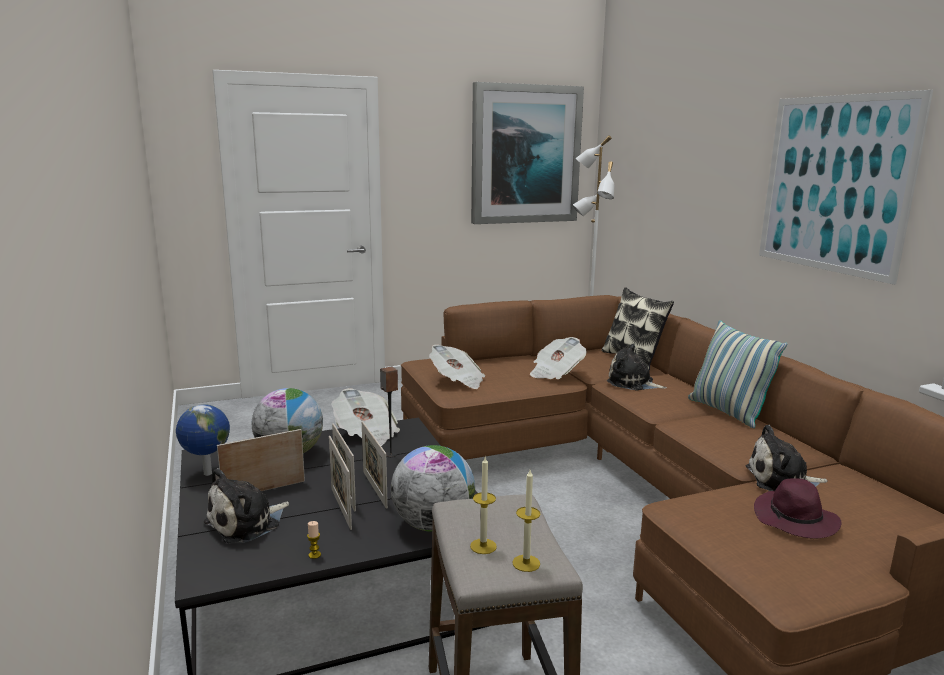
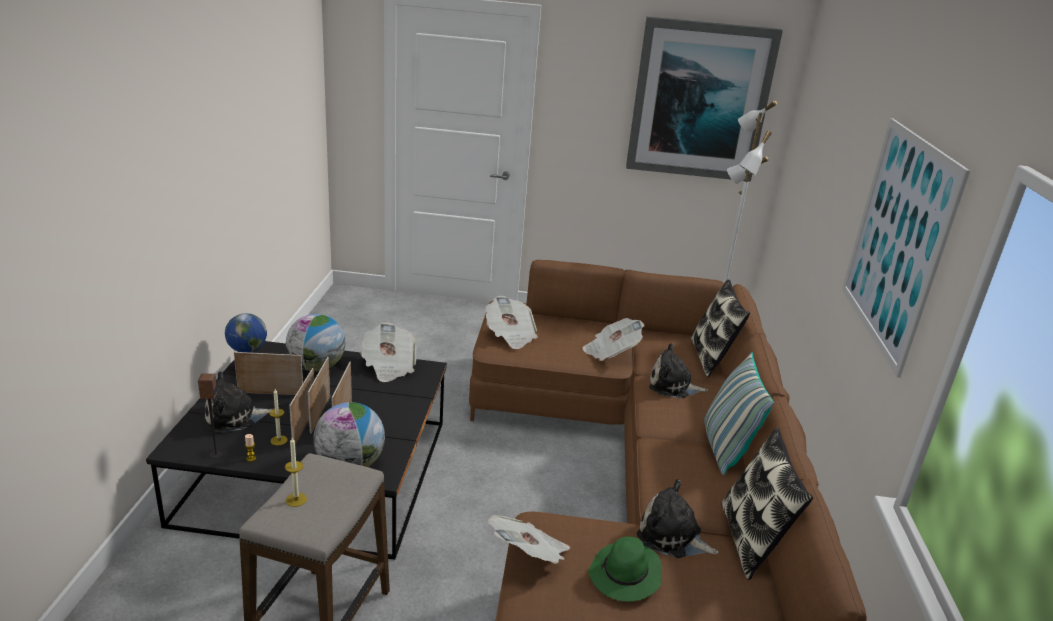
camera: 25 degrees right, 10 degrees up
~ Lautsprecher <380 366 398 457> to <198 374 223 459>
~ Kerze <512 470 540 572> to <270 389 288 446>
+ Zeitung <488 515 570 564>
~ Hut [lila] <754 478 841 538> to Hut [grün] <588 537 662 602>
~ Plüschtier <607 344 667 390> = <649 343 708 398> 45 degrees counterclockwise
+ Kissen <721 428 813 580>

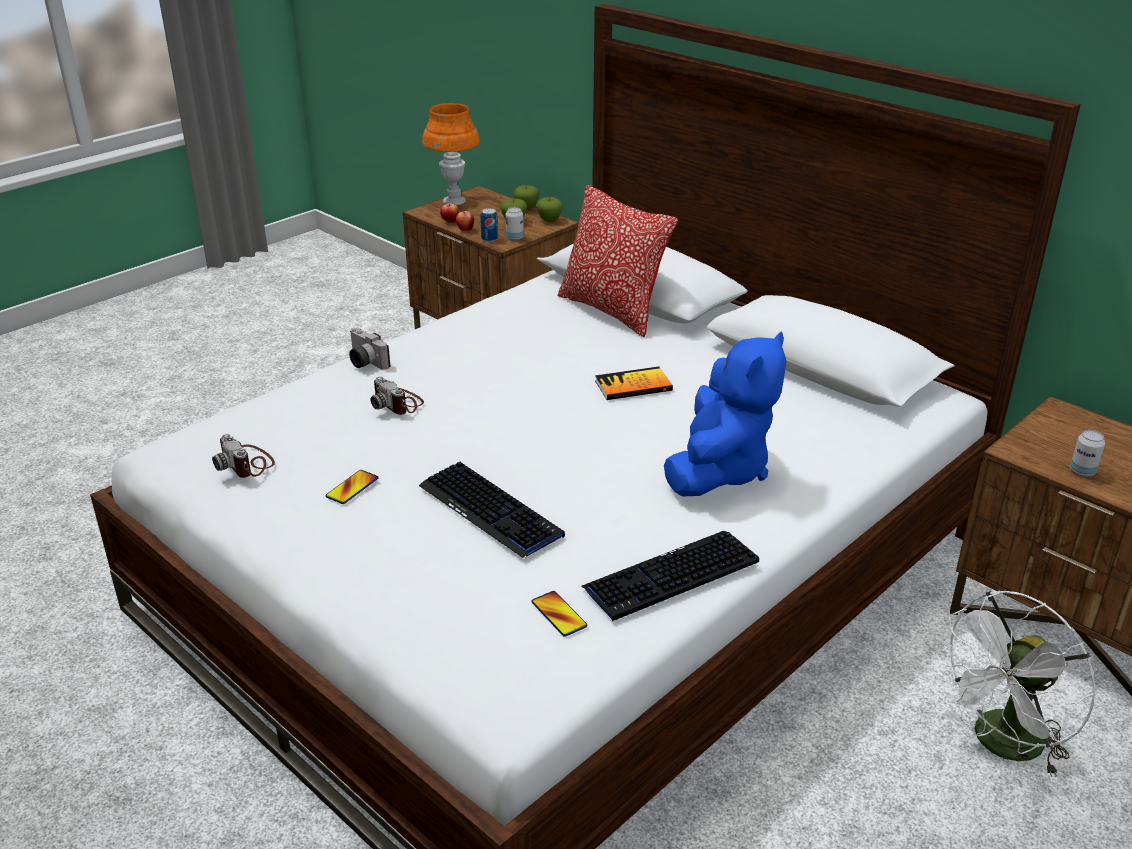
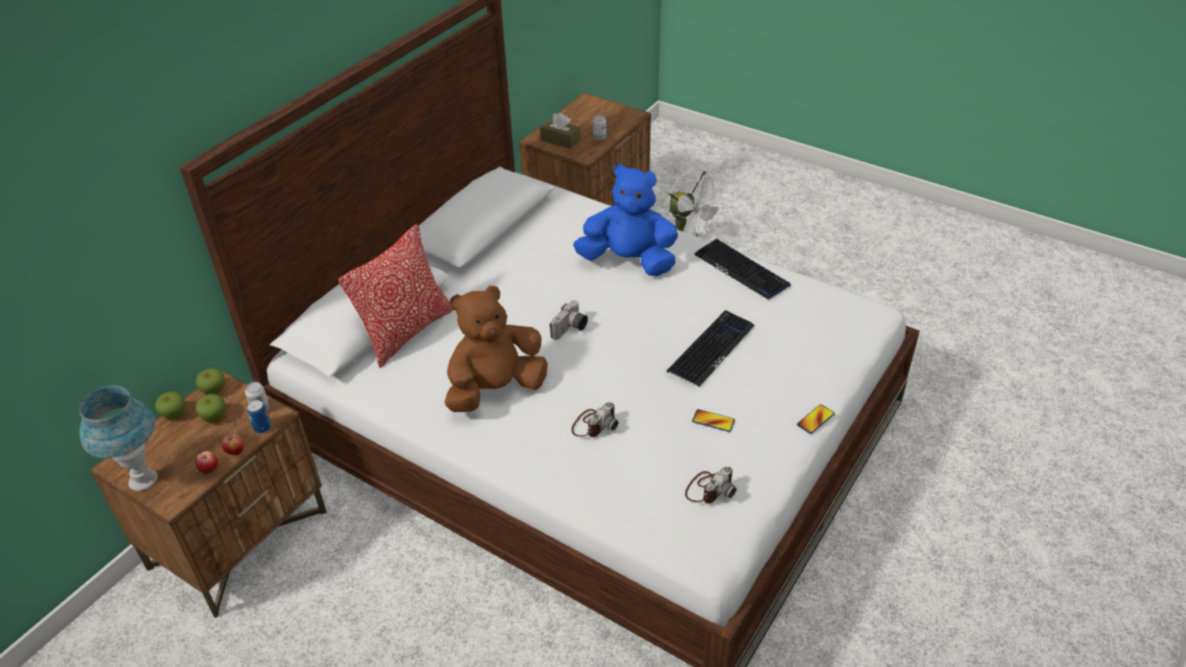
camera: 100 degrees left, 10 degrees up
~ Tischlampe [orange] <422 103 480 205> to Tischlampe [blau] <79 386 158 491>
+ Plüschtier [braun] <444 286 548 412>
+ Taschentuchbox [braun] <540 113 580 149>
~ Kamera <349 328 390 370> to <550 300 588 340>
~ Handy <531 591 587 637> to <797 404 835 434>
- Buch <595 367 673 400>

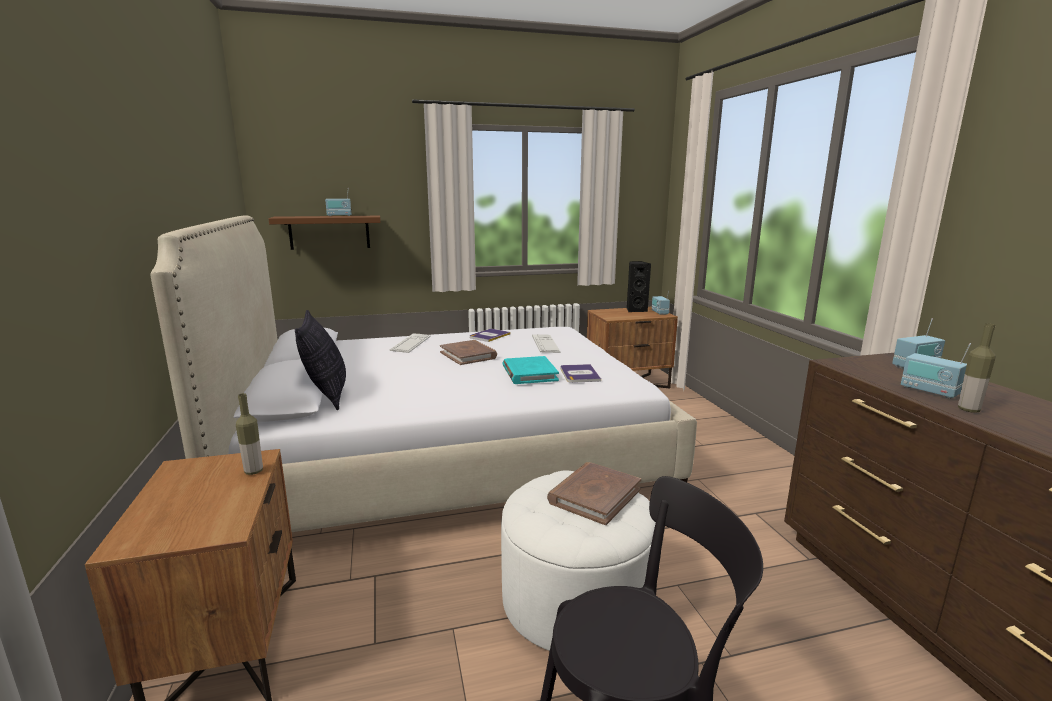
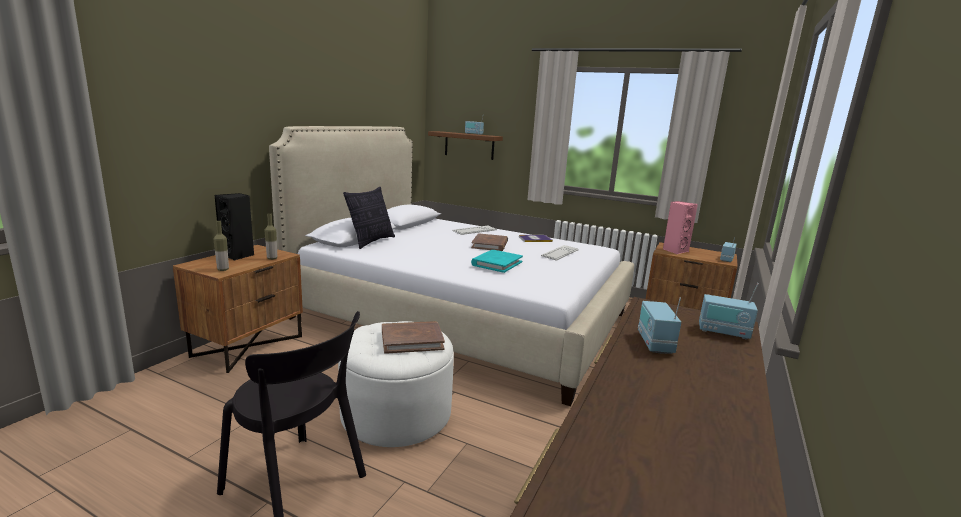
camera: 40 degrees right, 0 degrees up
~ Flasche <958 323 996 413> to <214 221 229 271>
~ Lautsprecher [schwarz] <627 261 651 312> to <215 193 254 261>
+ Lautsprecher [rosa] <663 201 698 255>
- Buch <561 364 601 383>

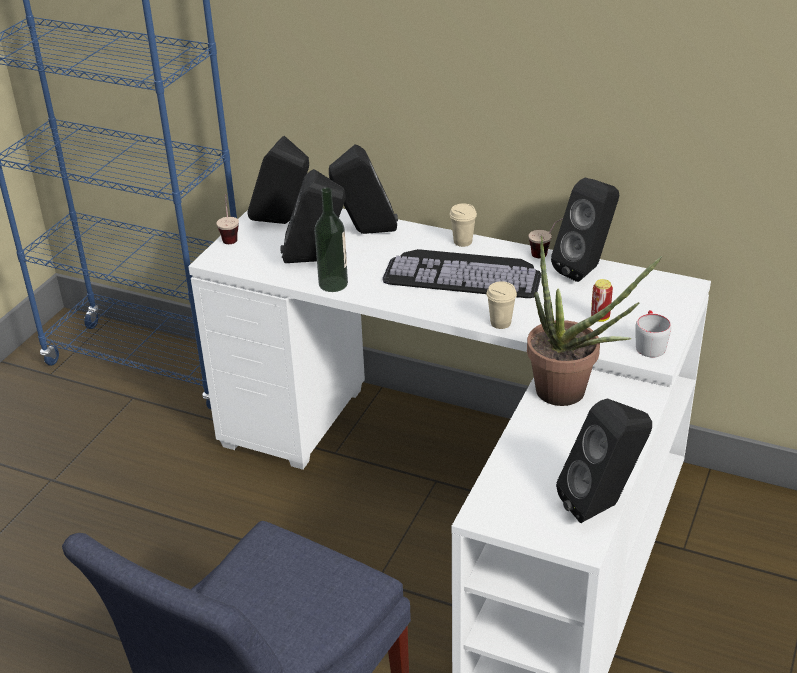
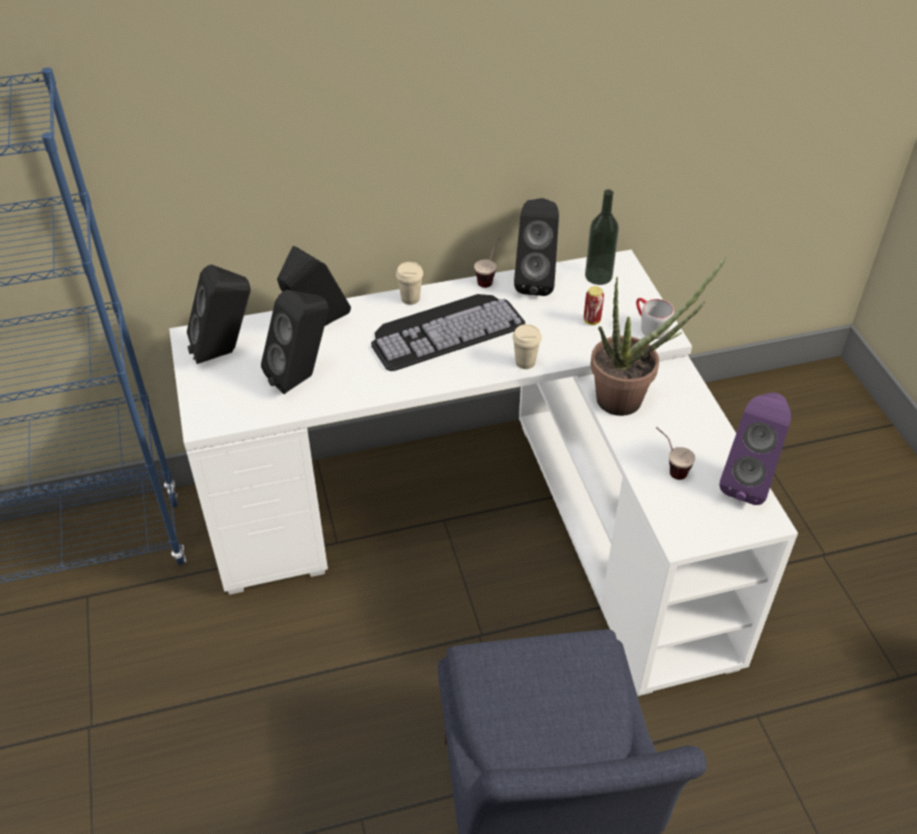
camera: 40 degrees left, 10 degrees up
~ Flasche <314 188 348 292> to <585 189 619 285>
~ Tasse <216 194 239 244> to <656 427 695 480>
~ Lautsprecher [schwarz] <556 398 652 523> to Lautsprecher [lila] <719 393 791 505>

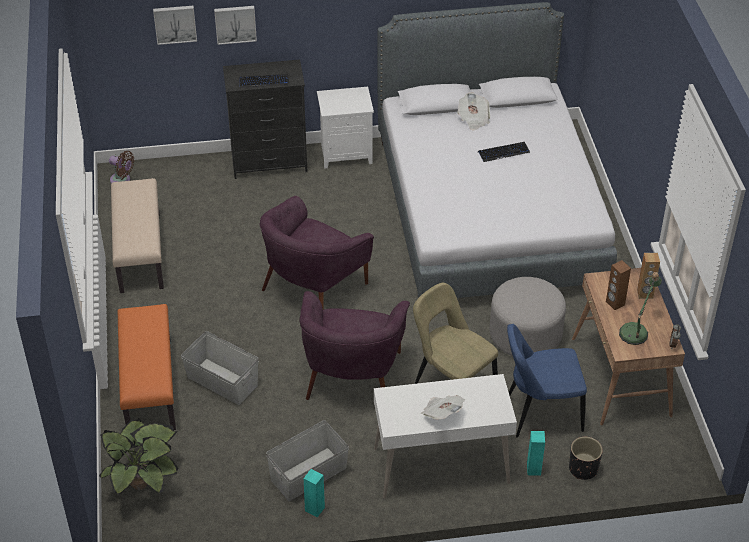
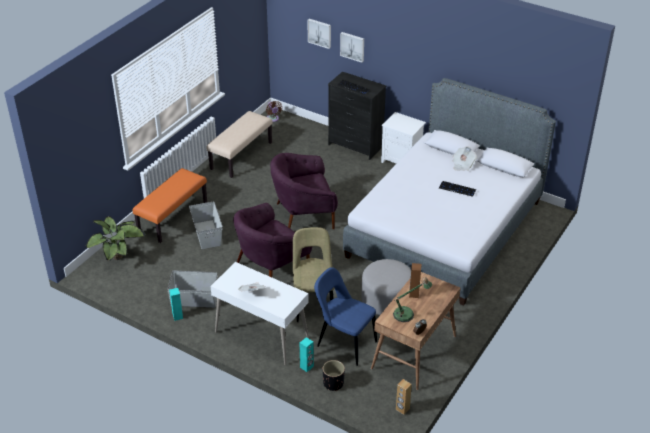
camera: 40 degrees right, 5 degrees down
~ Lautsprecher [braun] <637 253 660 299> to <396 379 412 415>

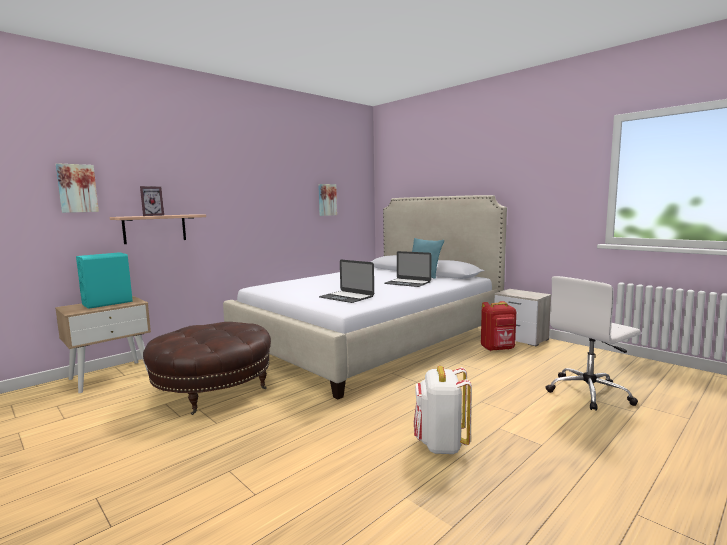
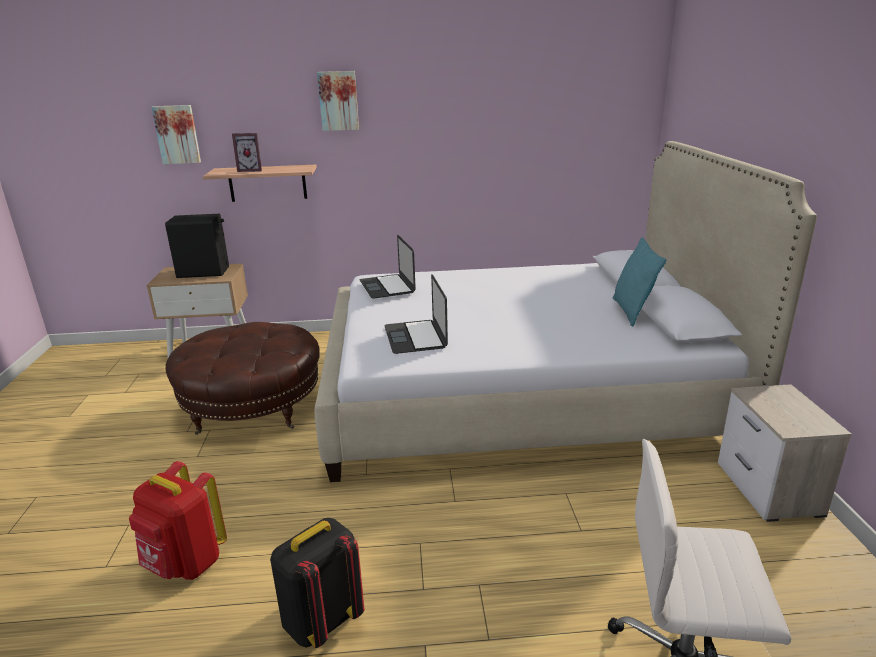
camera: 40 degrees right, 15 degrees up
~ Rucksack [rot] <481 301 516 351> to <129 461 227 580>
~ Lautsprecher [türkis] <76 252 133 309> to Lautsprecher [schwarz] <165 214 229 278>
~ Rucksack [weiß] <414 366 472 454> to Rucksack [schwarz] <270 518 365 648>
~ Bild <318 184 337 216> to <317 71 359 131>
~ Laptop <384 251 431 287> to <360 235 416 299>

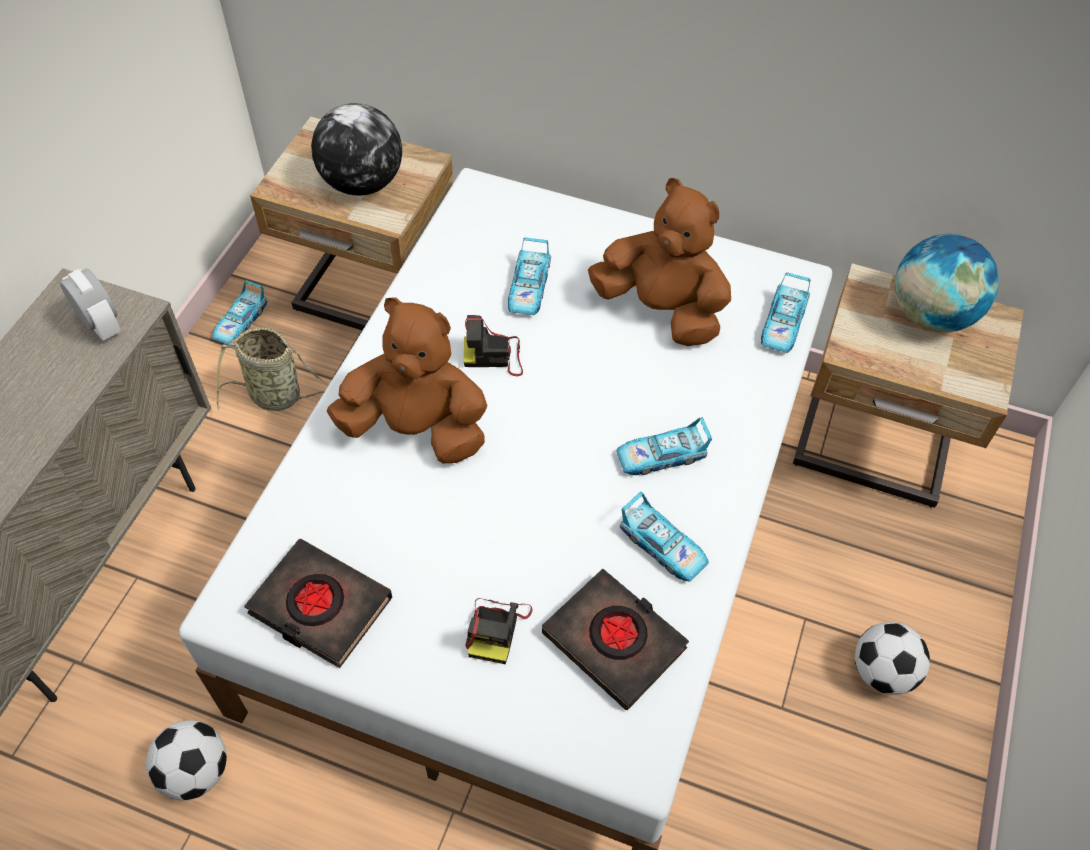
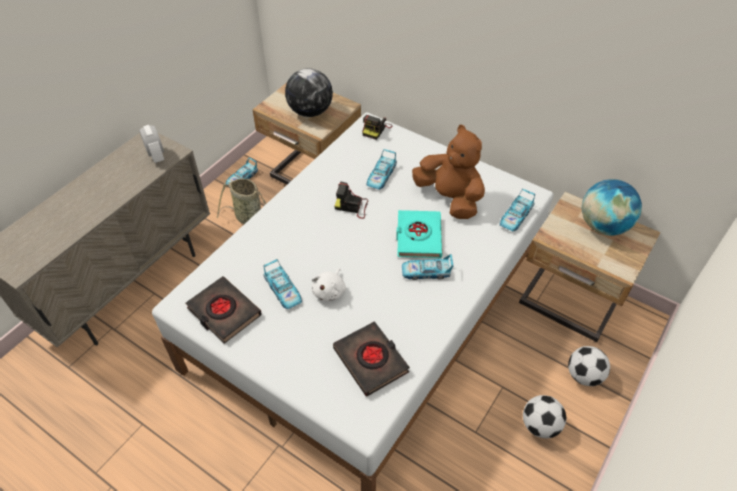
camera: 15 degrees right, 5 degrees down
~ Spielzeugauto <620 492 709 581> to <263 259 302 309>
+ Plüschtier [weiß] <311 268 346 301>
~ Kamera <466 598 532 664> to <362 115 392 140>
+ Buch [türkis] <396 210 443 258>
~ Fußball <146 720 227 800> to <568 346 610 386>
- Plüschtier [braun] <326 297 487 464>

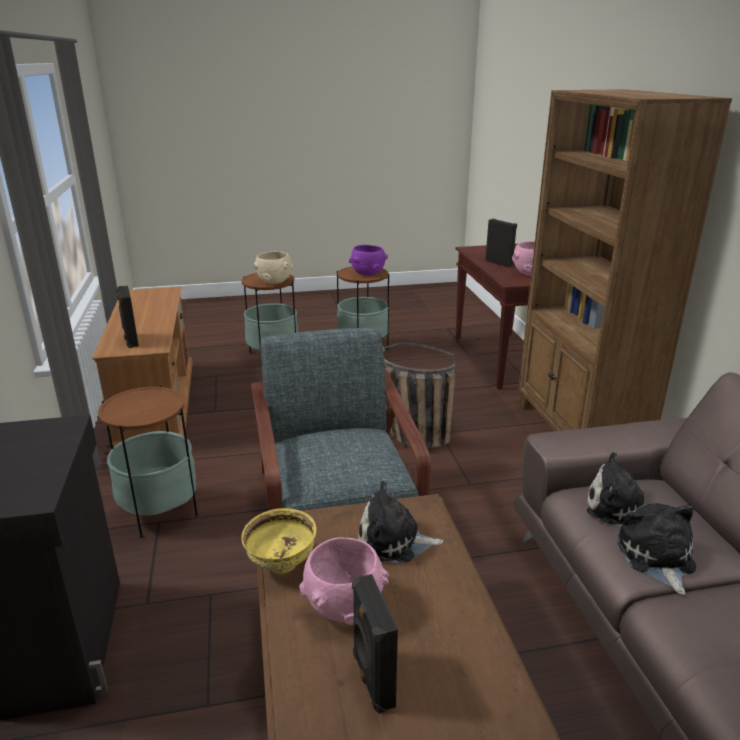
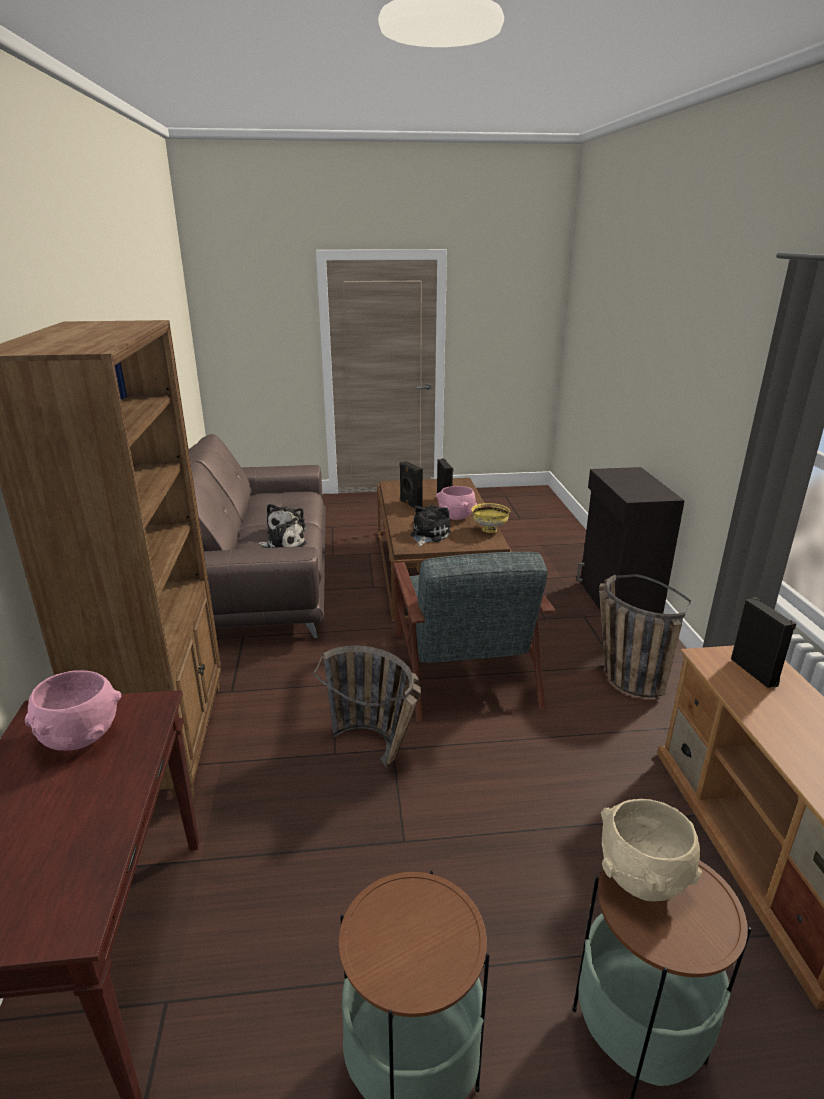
camera: 175 degrees left, 0 degrees up
~ Lautsprecher [schwarz] <485 219 517 267> to <399 461 423 509>
~ Plüschtier <358 481 443 563> = <410 505 451 546> 75 degrees counterclockwise
~ Beistelltisch <98 386 198 538> to Korb <599 574 691 697>
- Schüssel [lila] <349 245 388 276>

